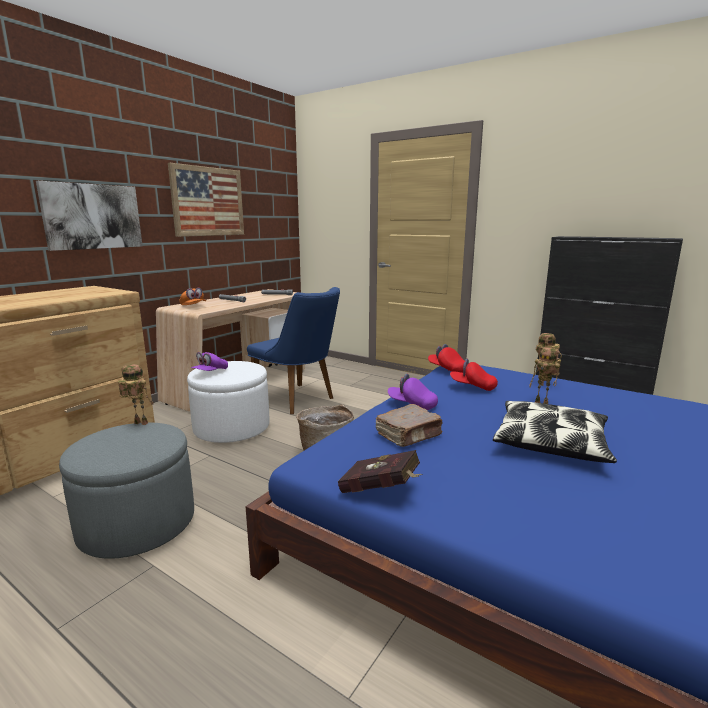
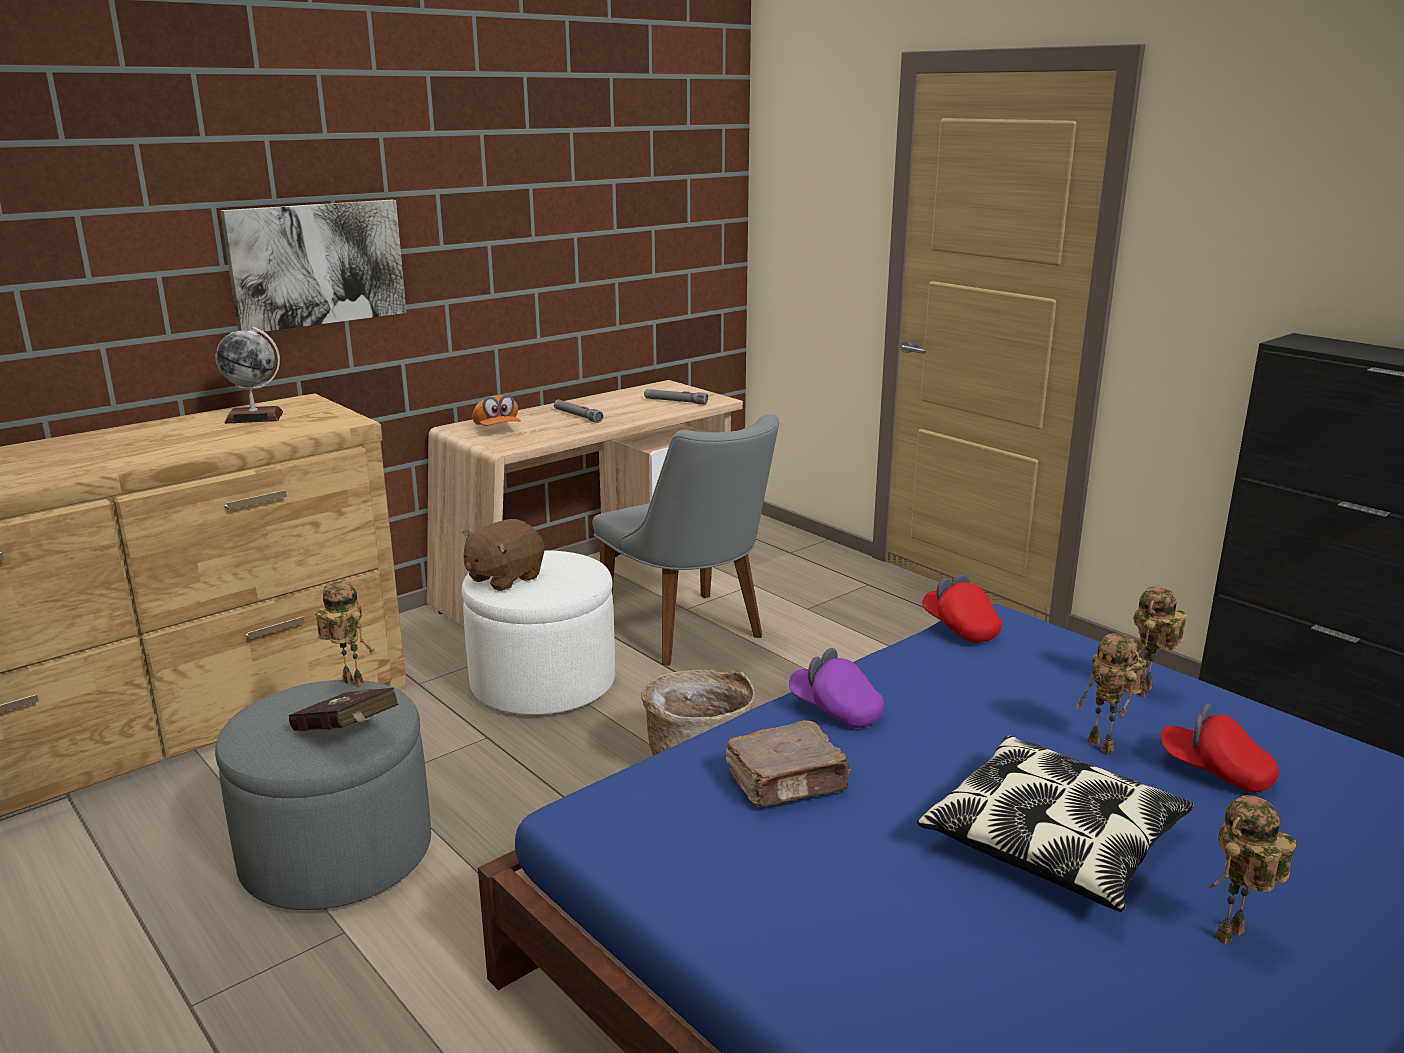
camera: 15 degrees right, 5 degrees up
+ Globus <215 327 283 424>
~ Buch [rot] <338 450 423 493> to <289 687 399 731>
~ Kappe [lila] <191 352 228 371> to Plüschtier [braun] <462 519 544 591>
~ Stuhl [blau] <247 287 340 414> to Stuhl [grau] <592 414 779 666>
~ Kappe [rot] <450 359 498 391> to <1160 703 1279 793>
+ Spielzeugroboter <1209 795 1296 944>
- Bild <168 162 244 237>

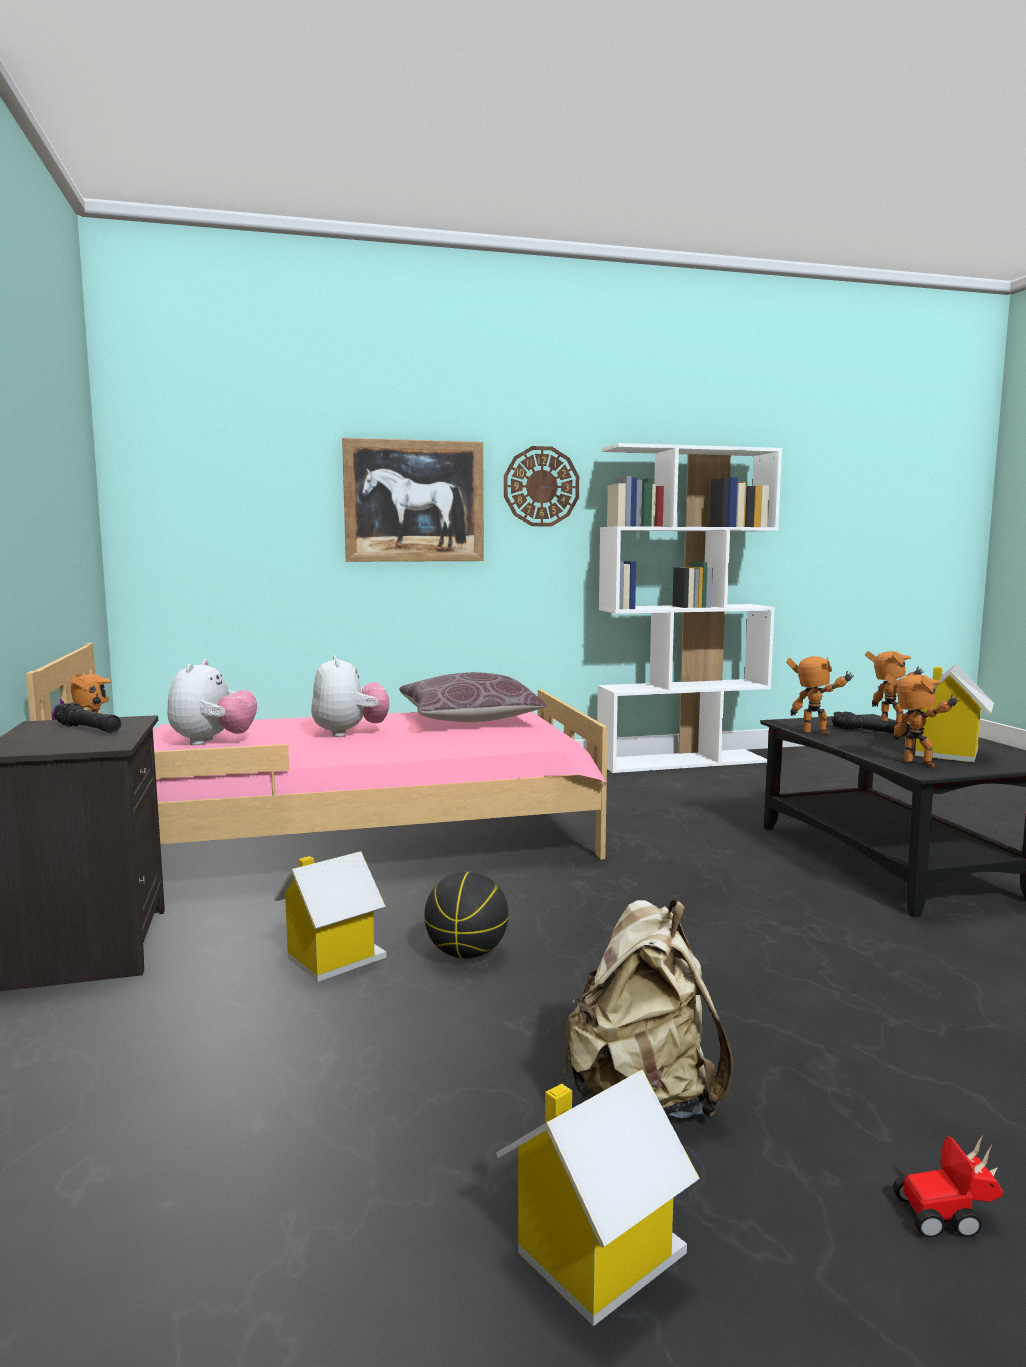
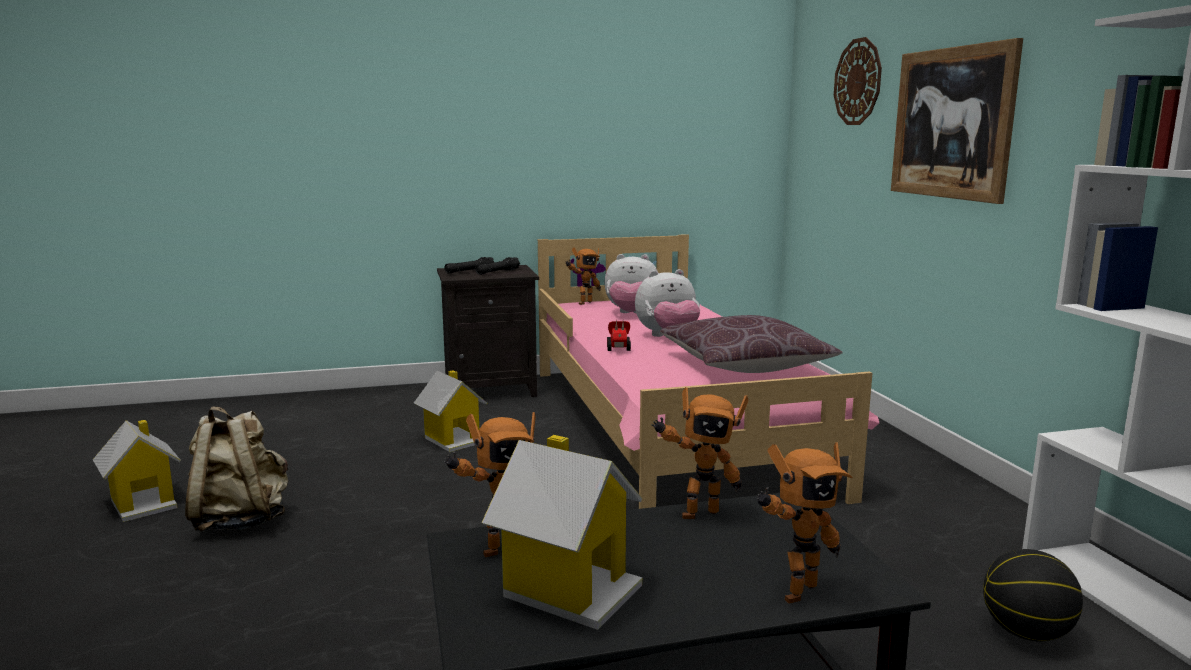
camera: 90 degrees right, 5 degrees up
~ Taschenlampe [schwarz] <831 711 909 736> to <445 257 495 274>
~ Spielzeugauto <893 1133 1003 1238> to <607 319 631 351>
~ Spielzeugroboter <786 657 854 735> = <651 387 748 519> 60 degrees clockwise
~ Wanduhr <504 446 579 526> to <834 37 882 125>
~ Basketball <424 871 509 959> to <983 549 1083 641>

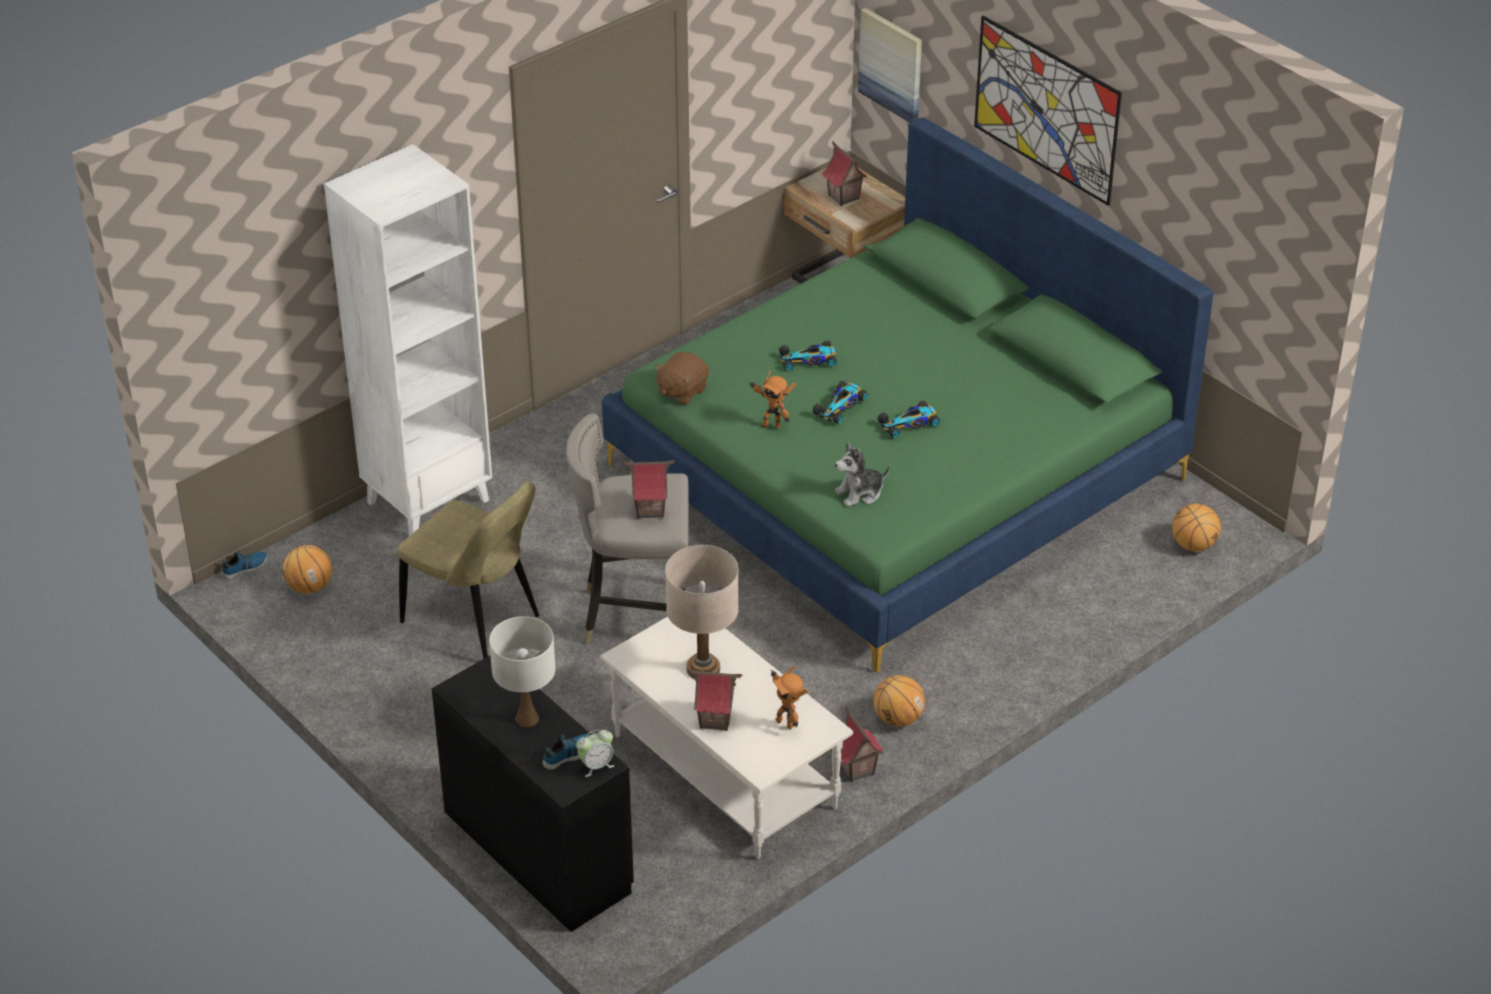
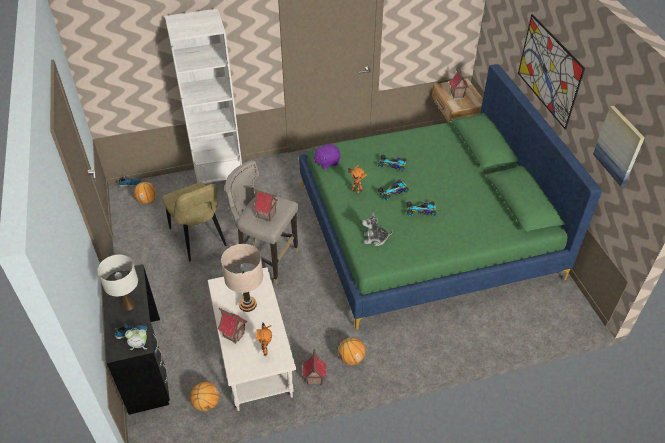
camera: 25 degrees right, 5 degrees up
~ Basketball <1172 504 1221 551> to <190 382 219 411>
~ Plüschtier [braun] <655 352 709 405> to Plüschtier [lila] <313 143 341 169>
~ Bild <858 8 922 123> to <593 106 645 187>

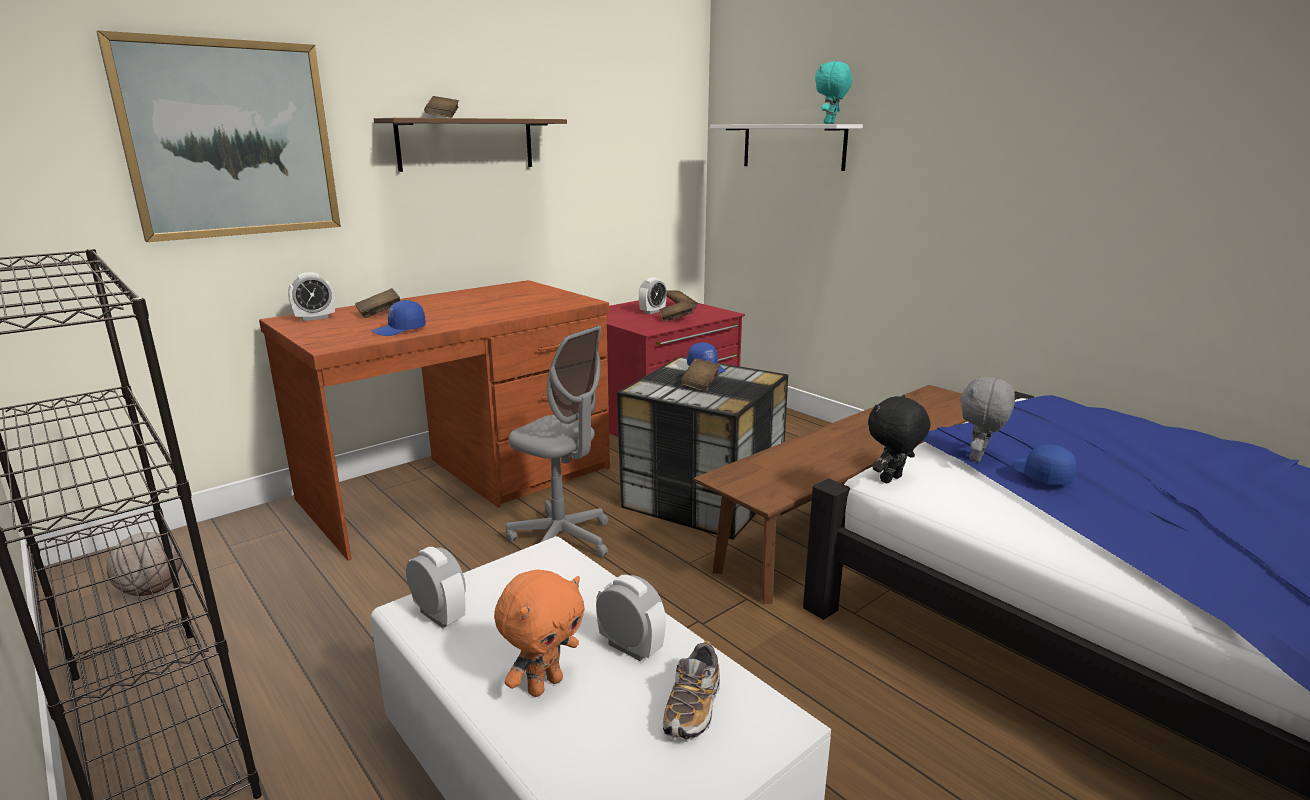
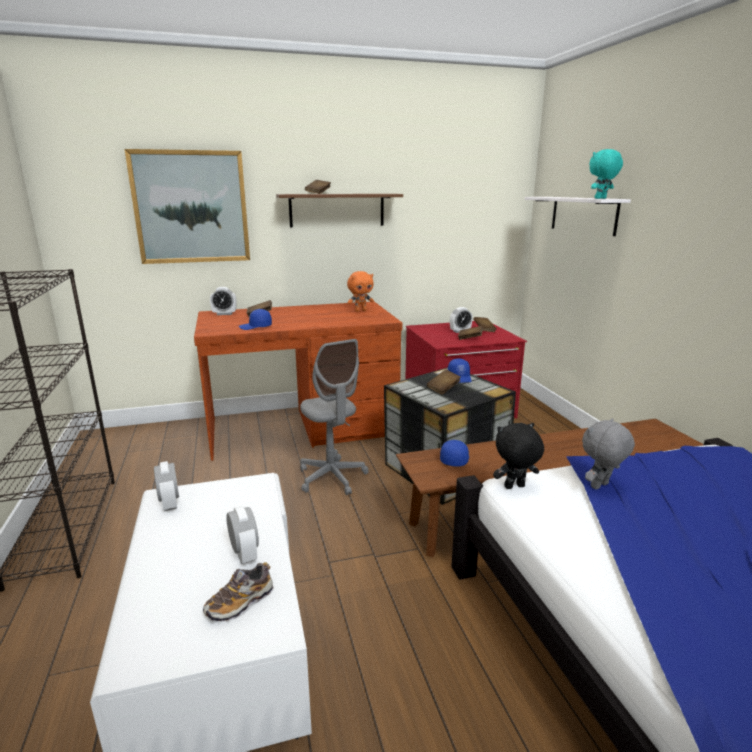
camera: 25 degrees right, 0 degrees up
~ Plüschtier [orange] <494 569 585 697> to <347 271 374 312>
~ Kappe [blau] <1013 444 1076 485> to <440 440 469 467>
- Basketball <106 532 182 596>

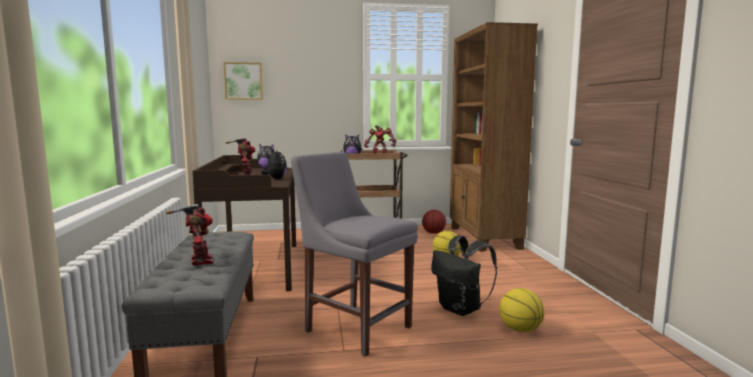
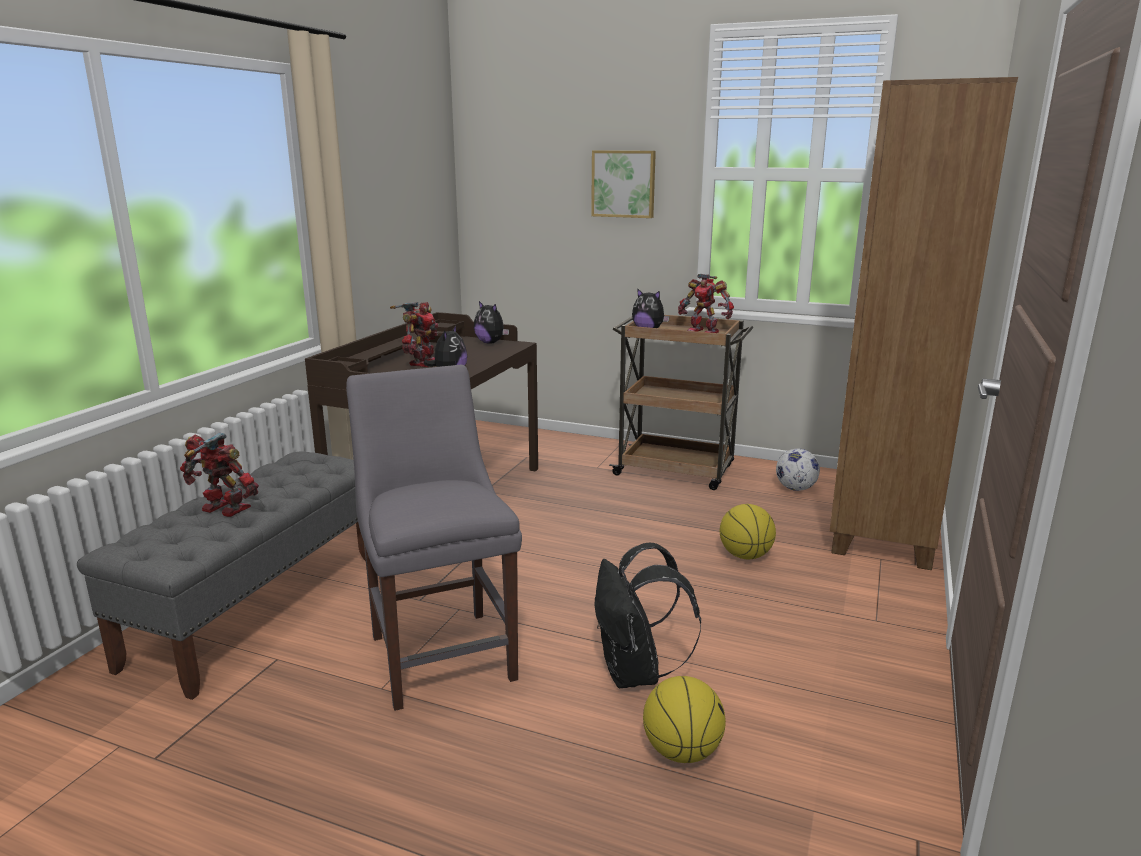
camera: 30 degrees right, 10 degrees up
~ Spielzeugroboter <166 204 213 266> = <180 432 259 517> 75 degrees counterclockwise
~ Bild <224 62 263 99> to <591 151 656 218>
~ Basketball <422 210 446 234> to Fußball <776 449 820 491>

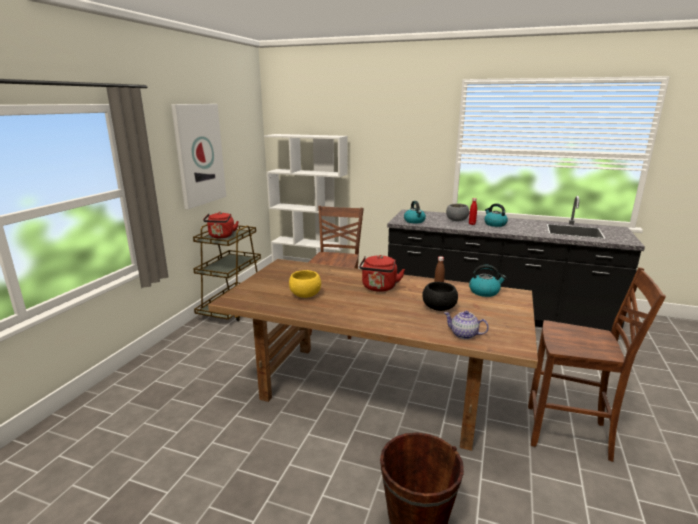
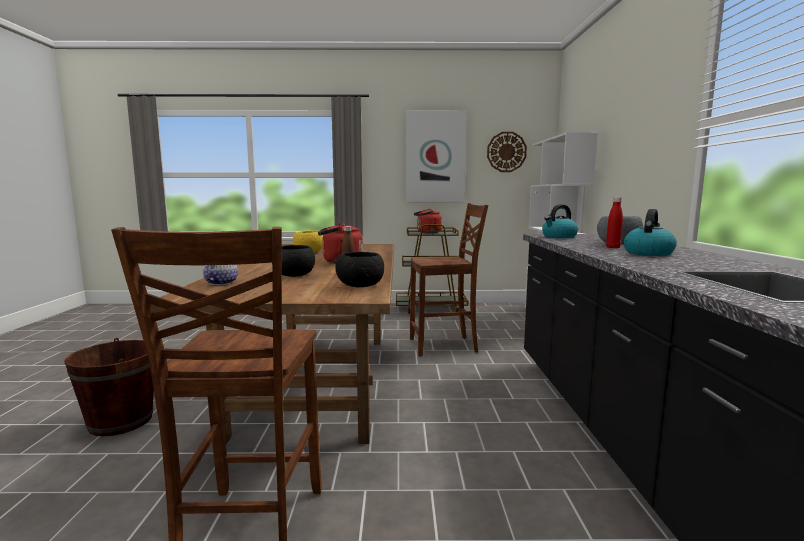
camera: 70 degrees right, 10 degrees down
~ Wasserkessel <469 265 507 297> to Schüssel [schwarz] <335 252 384 287>
+ Wanduhr <487 132 527 172>

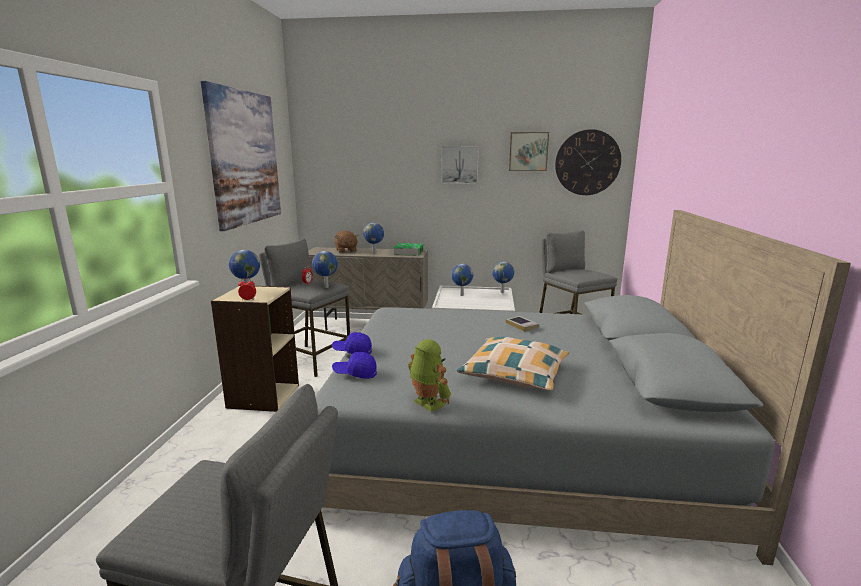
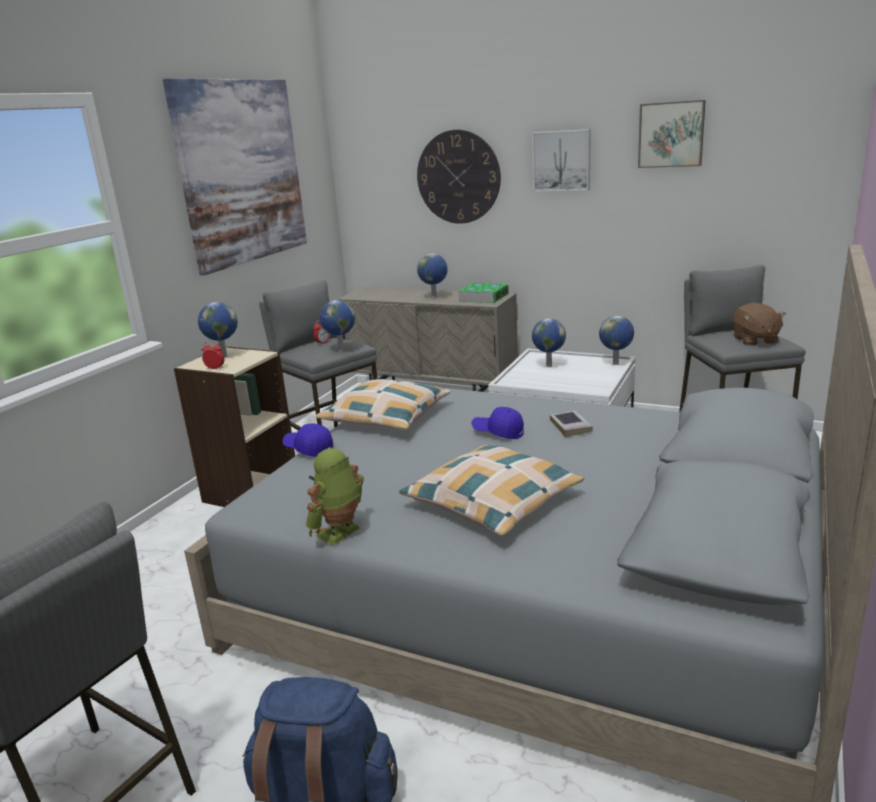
camera: 20 degrees right, 5 degrees up
~ Spielzeugroboter <408 339 451 412> = <306 448 364 545> 120 degrees counterclockwise
+ Kissen <316 379 451 430>
~ Wanduhr <555 129 621 195> to <417 130 501 224>
~ Kappe [blau] <332 352 377 379> to <471 407 524 439>
~ Plüschtier [braun] <335 231 358 253> to <733 303 786 346>

